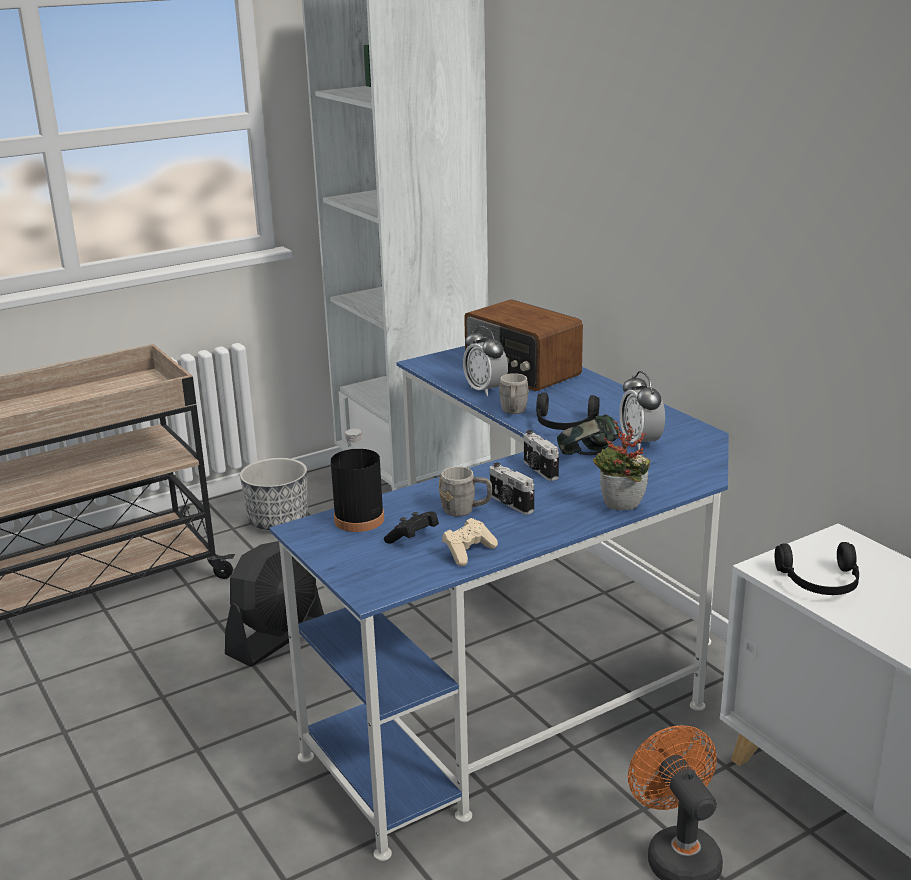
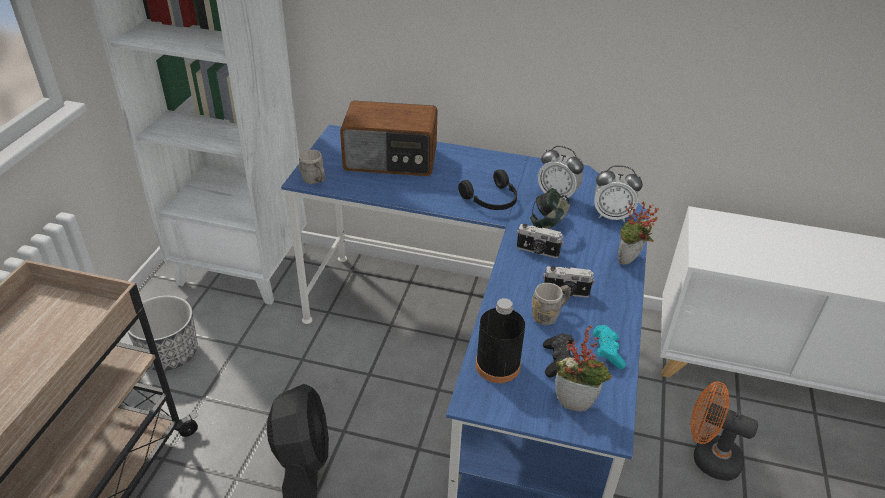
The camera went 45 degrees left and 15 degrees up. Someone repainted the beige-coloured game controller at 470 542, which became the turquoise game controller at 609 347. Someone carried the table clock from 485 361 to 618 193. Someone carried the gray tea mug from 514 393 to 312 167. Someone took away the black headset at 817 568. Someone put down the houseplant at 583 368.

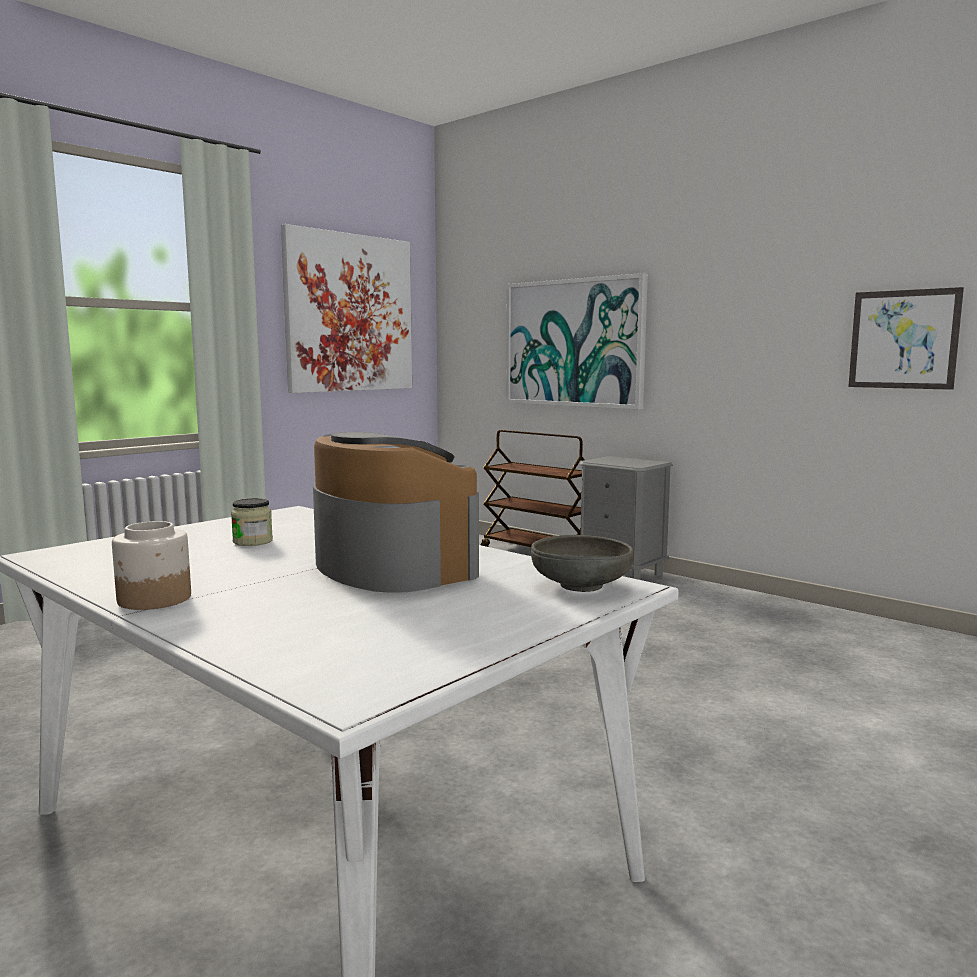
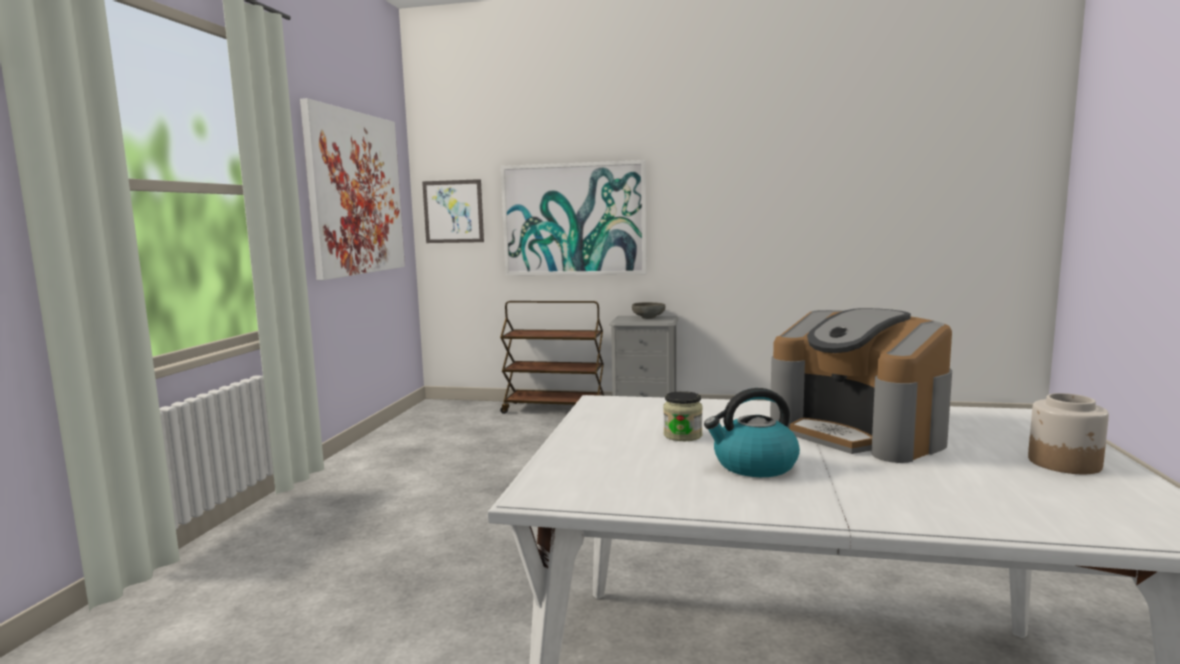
The camera went 30 degrees left and 0 degrees up. Someone carried the storage jar from 151 565 to 1068 433. Someone rotated the coffee machine at 396 512 by 150 degrees counterclockwise. Someone carried the gray serving bowl from 582 563 to 648 310. Someone carried the wall art from 906 338 to 453 211. Someone put down the water kettle at 752 432.

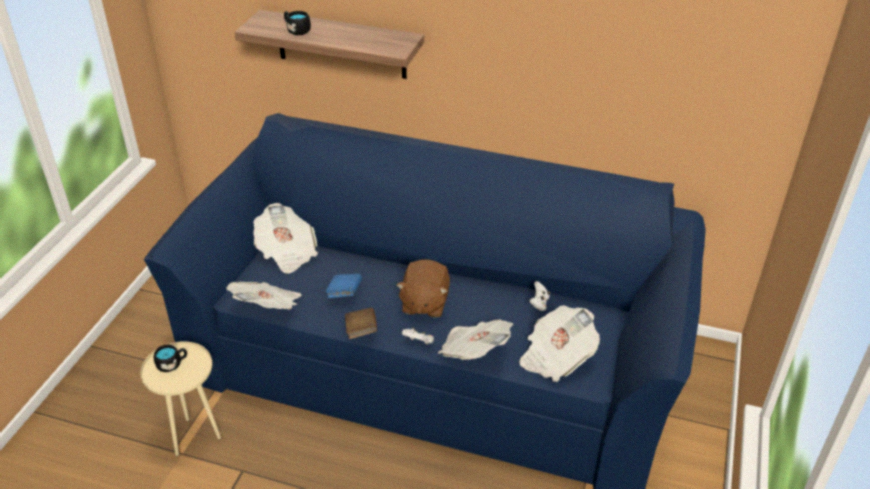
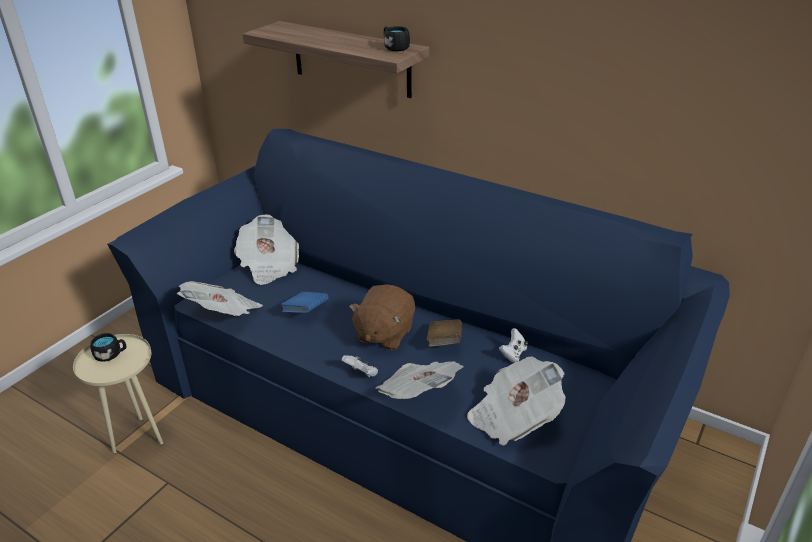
The camera went 15 degrees right and 5 degrees down. Someone carried the black tea mug from 297 23 to 397 38. Someone carried the brownish volume from 361 323 to 444 333.

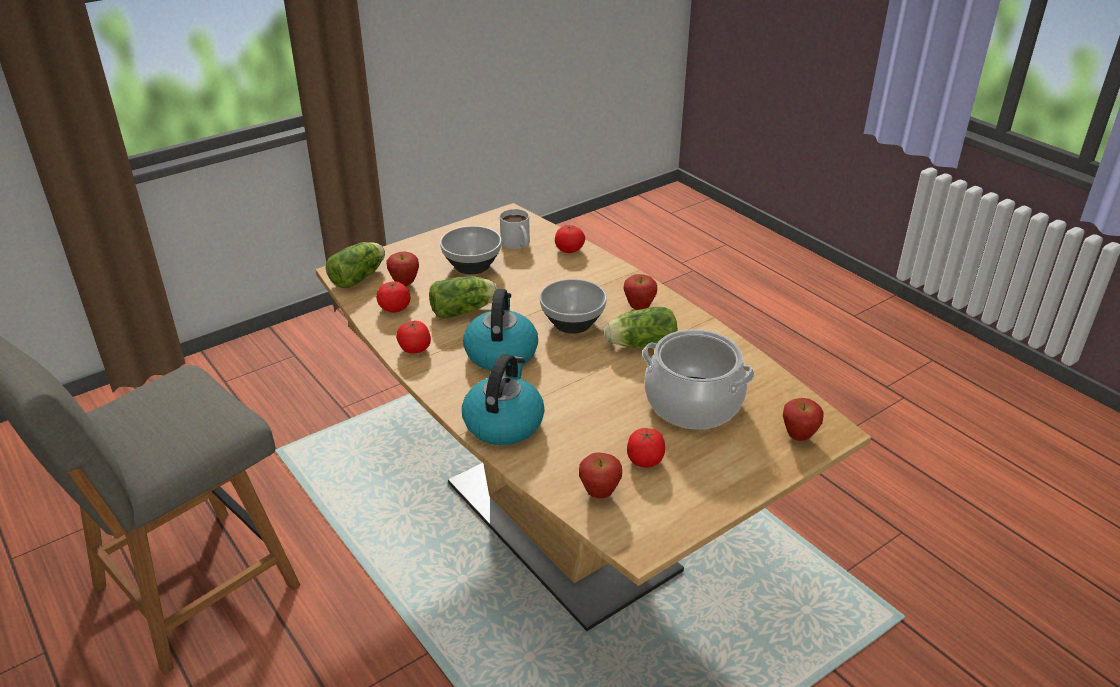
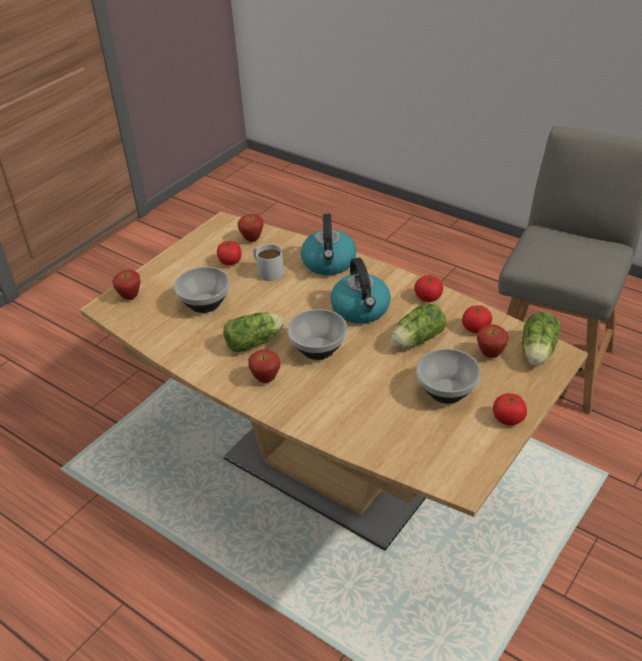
The camera went 165 degrees right and 5 degrees up. Someone carried the whitish tea mug from 515 229 to 268 262. Someone carried the tomato from 570 239 to 510 409. Someone swapped the stockpot at 698 379 for the serving bowl at 202 290.

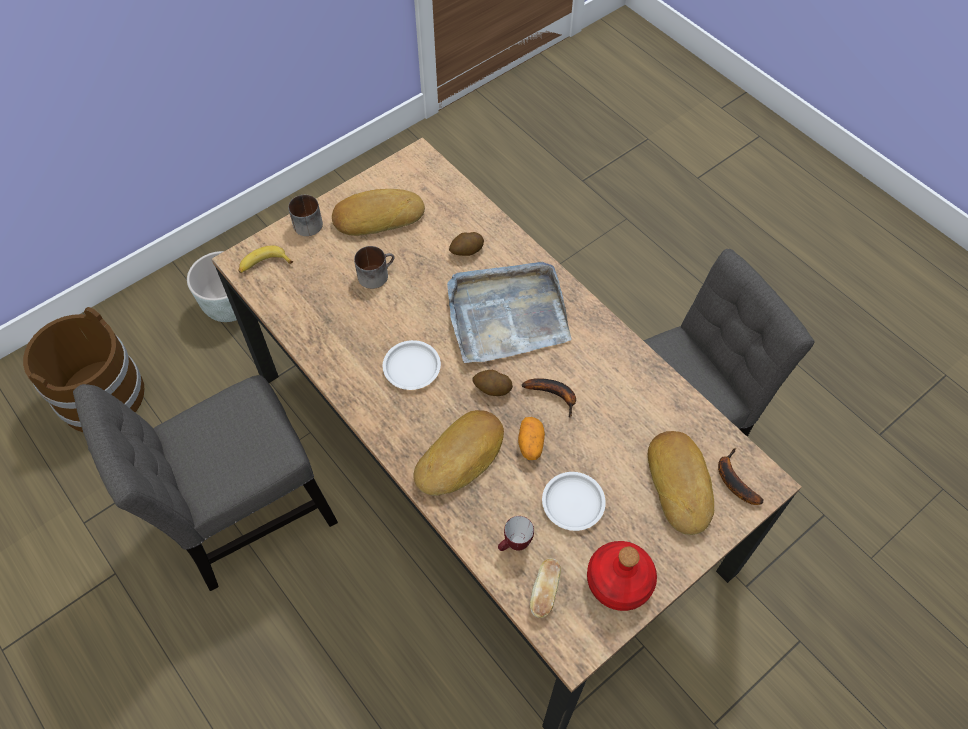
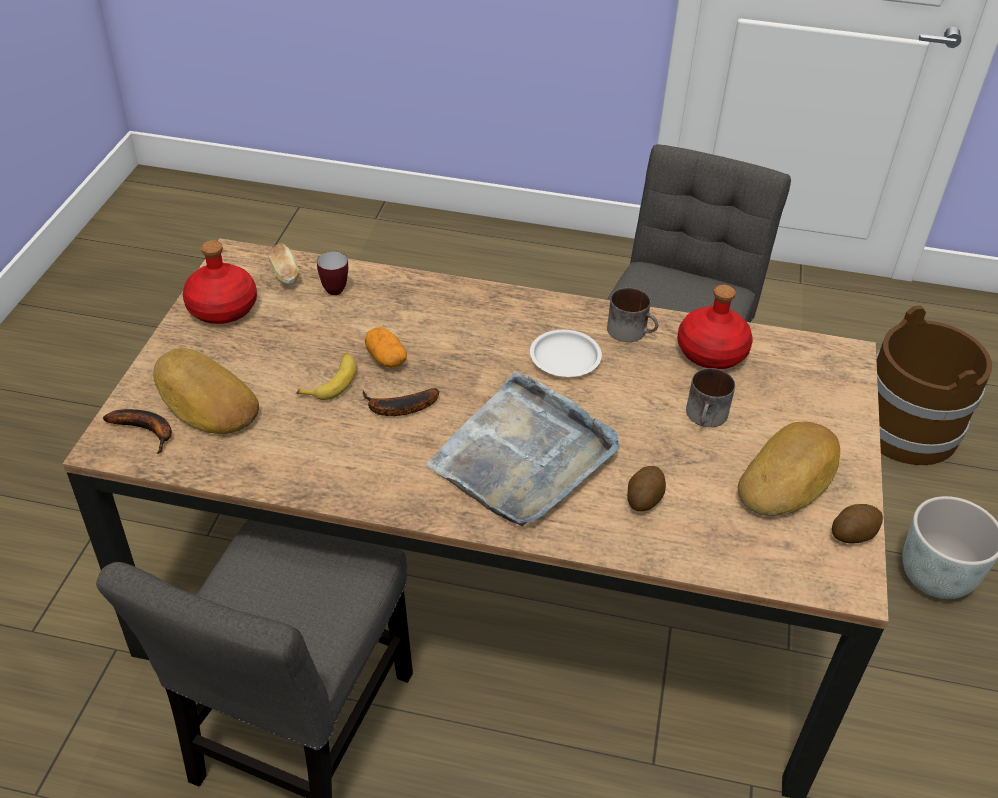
The camera went 140 degrees right and 15 degrees down. Someone carried the banana from 265 259 to 326 376. Someone carried the tea mug from 305 215 to 632 315. Someone took away the bread at 458 453. Someone carried the spud from 493 383 to 857 524. Someone took away the whitish plate at 574 501. Someone put down the reddish beverage bottle at 715 327.

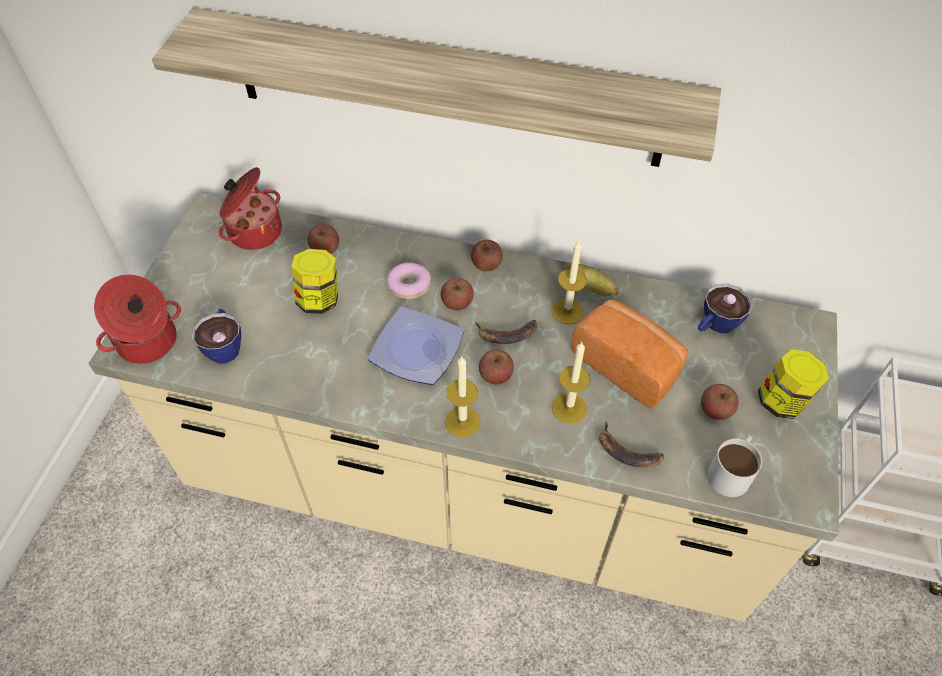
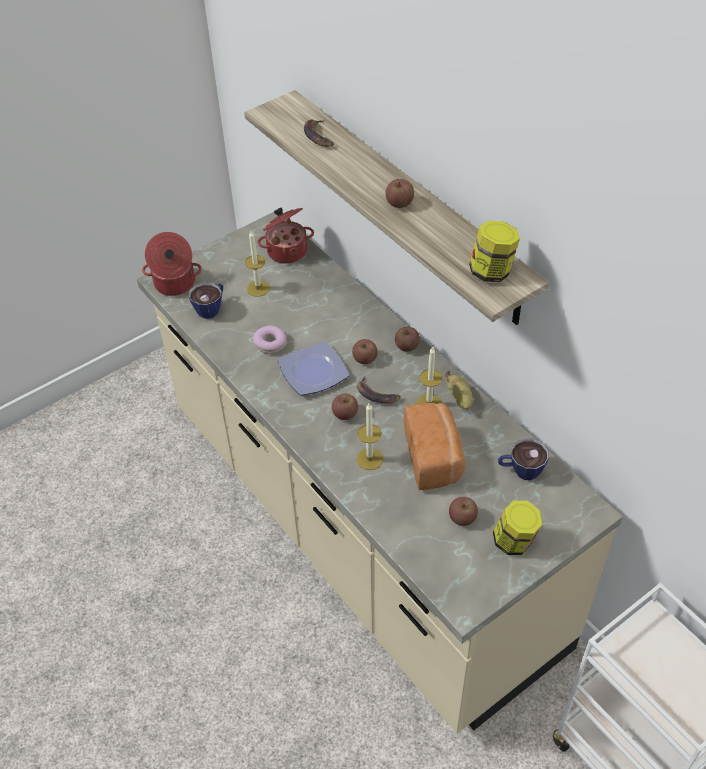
The camera went 40 degrees right and 5 degrees down. Someone carried the storage jar from 314 281 to 494 251. Someone carried the apple from 323 239 to 400 193. Someone carried the ring doughnut from 408 280 to 270 340. Someone carried the wax light from 463 397 to 257 264. Someone carried the banana from 631 444 to 319 133. Someone took away the whitish tea mug at 734 465.

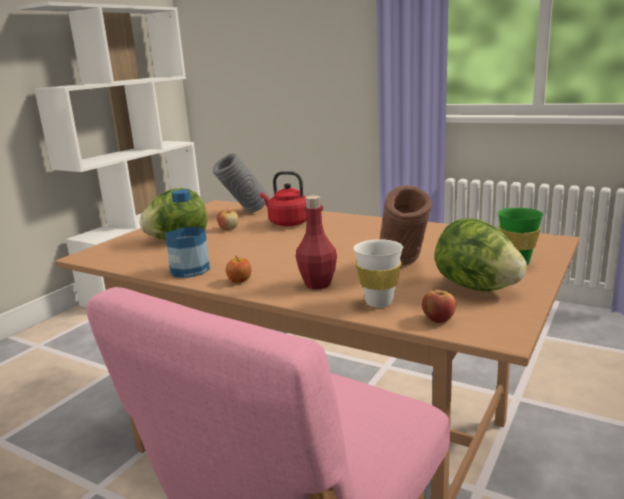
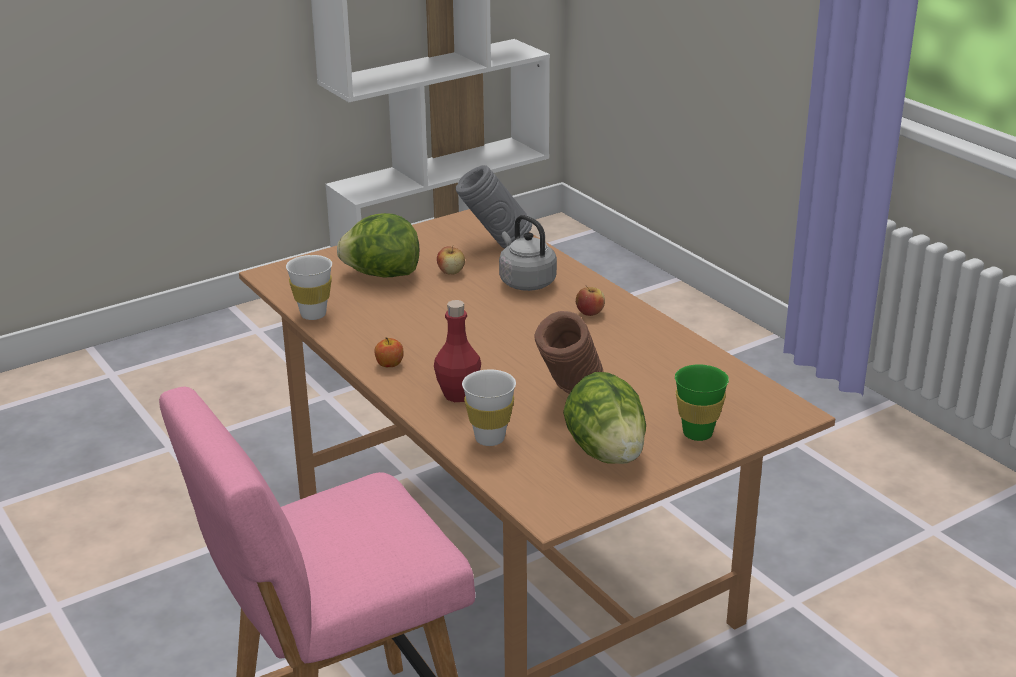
The camera went 25 degrees right and 10 degrees up. Someone took away the beverage bottle at 188 233. Someone repainted the reddish water kettle at 283 198, which became the gray water kettle at 528 253. Someone carried the apple from 439 306 to 590 301. Someone put down the whitish cup at 309 287.

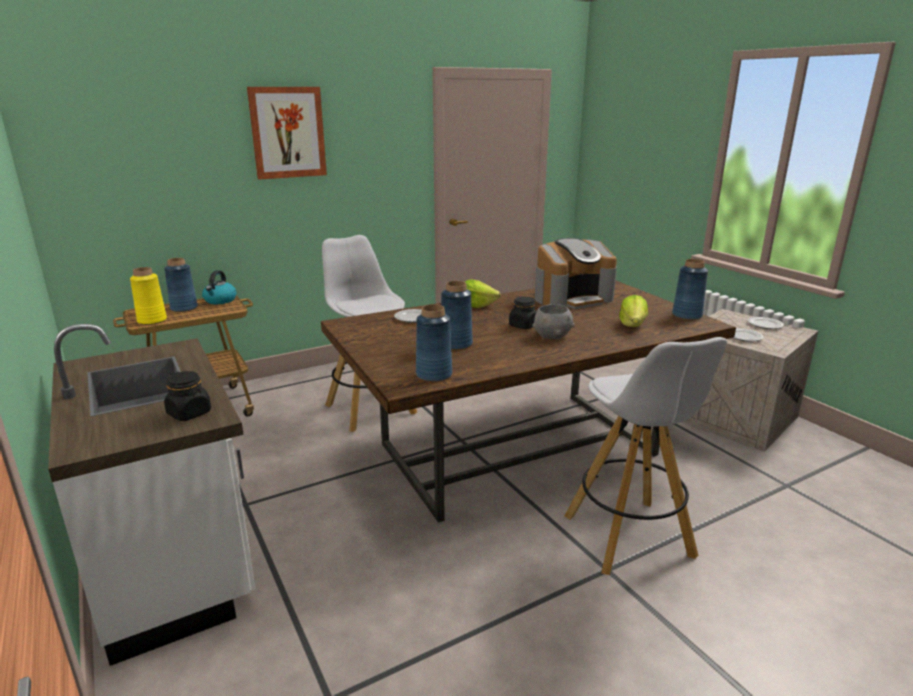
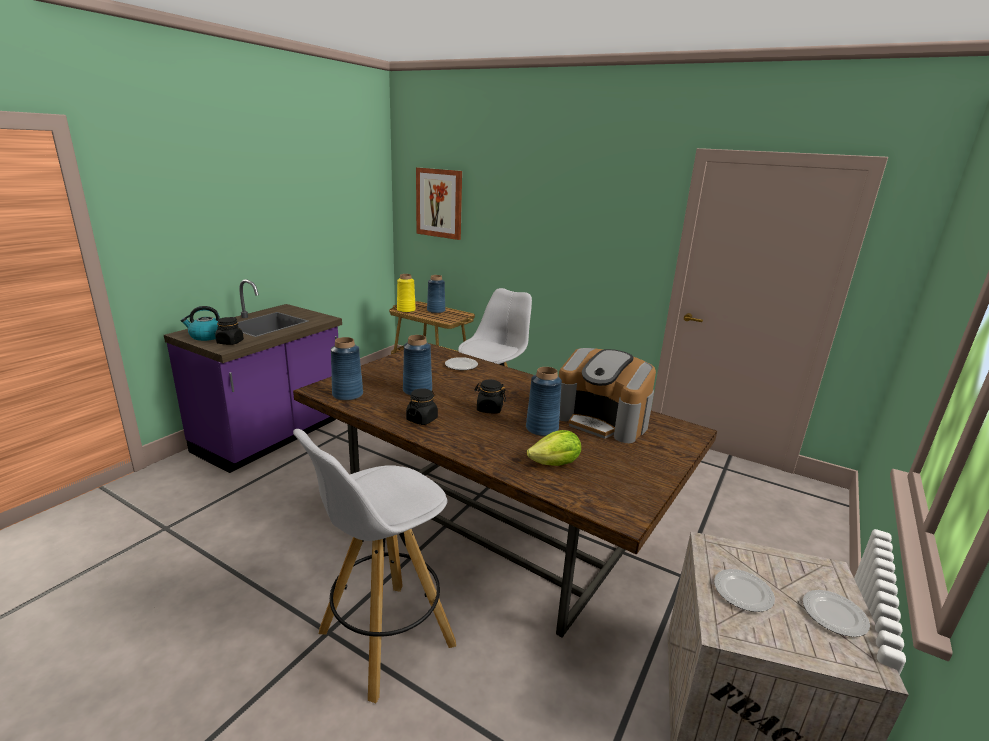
The camera went 60 degrees right and 0 degrees up. Someone repainted the whitish kitchen counter at 152 495, which became the purple kitchen counter at 253 376. Someone carried the water kettle from 219 287 to 200 323. Someone carried the wall art from 287 133 to 439 204. Someone took away the lettuce head at 483 293. Someone took away the gray serving bowl at 553 321. Someone carried the blue-coloured decorative vase from 690 289 to 544 401. Someone put down the black storage jar at 422 406.

